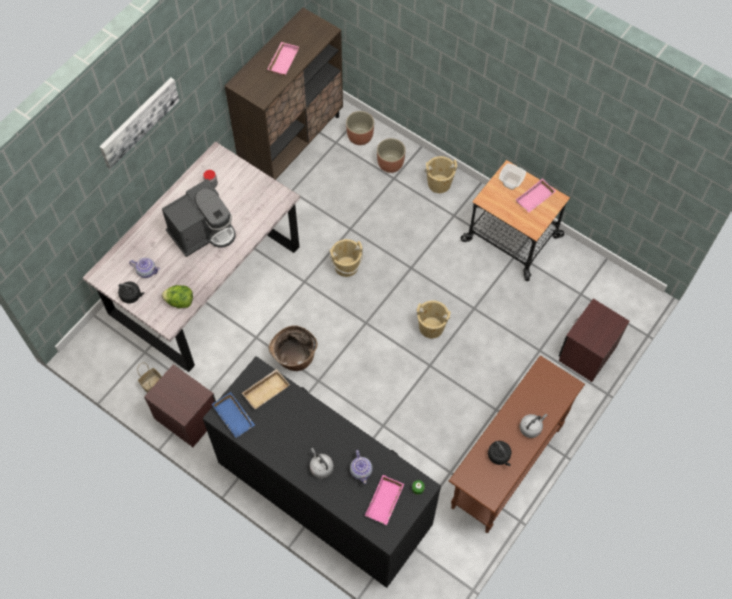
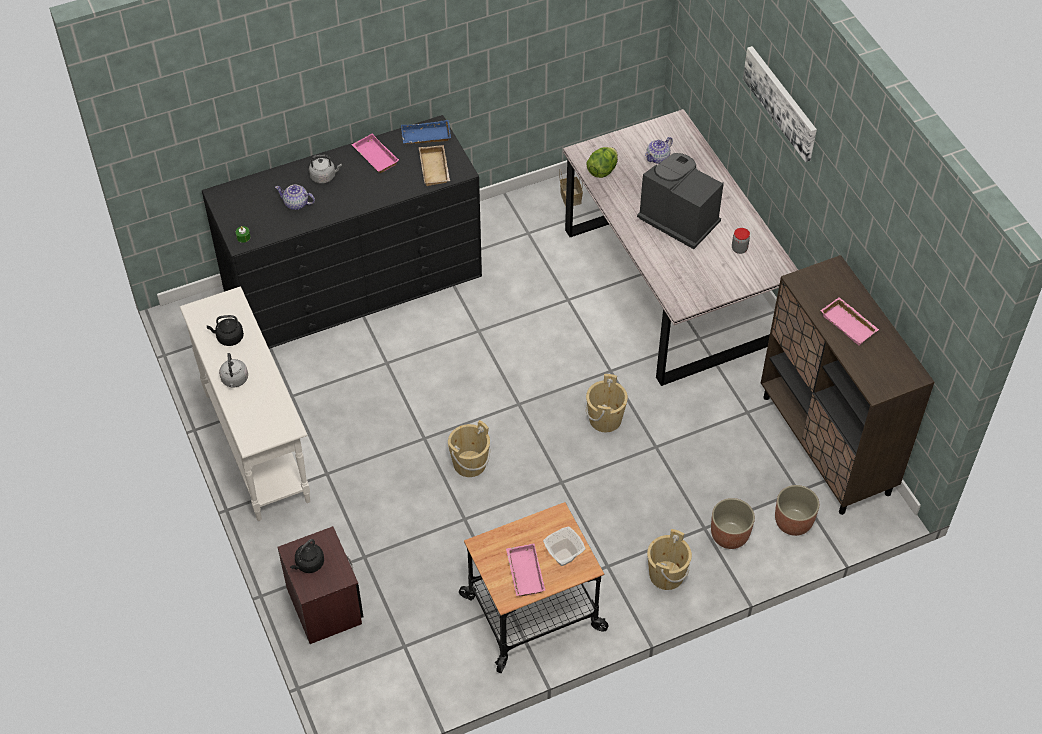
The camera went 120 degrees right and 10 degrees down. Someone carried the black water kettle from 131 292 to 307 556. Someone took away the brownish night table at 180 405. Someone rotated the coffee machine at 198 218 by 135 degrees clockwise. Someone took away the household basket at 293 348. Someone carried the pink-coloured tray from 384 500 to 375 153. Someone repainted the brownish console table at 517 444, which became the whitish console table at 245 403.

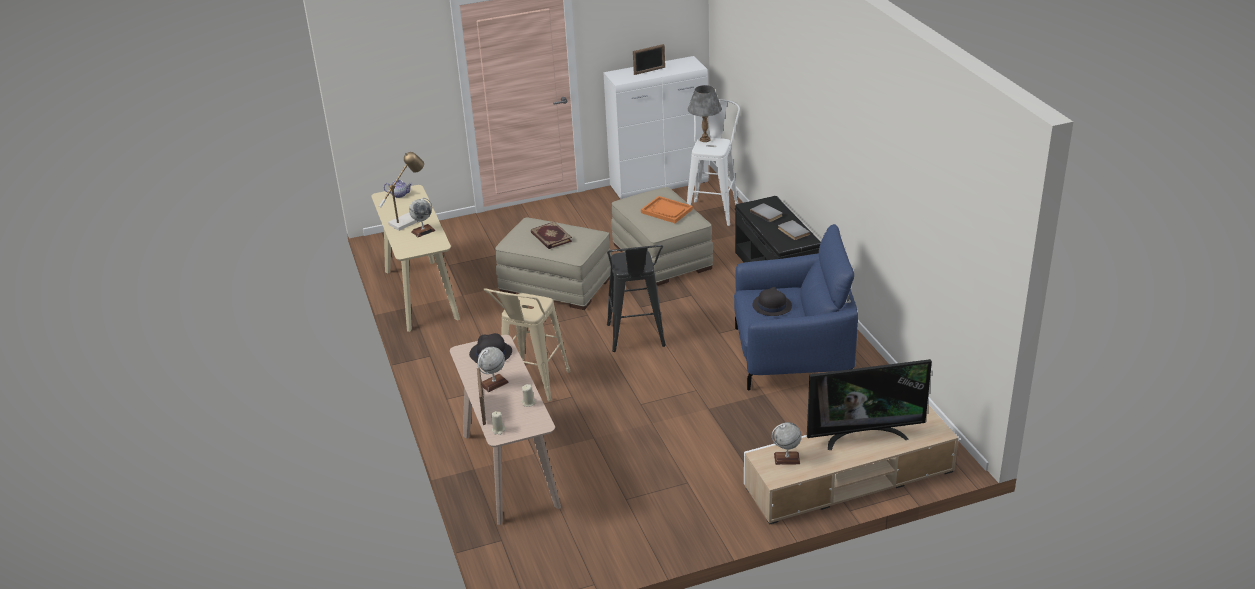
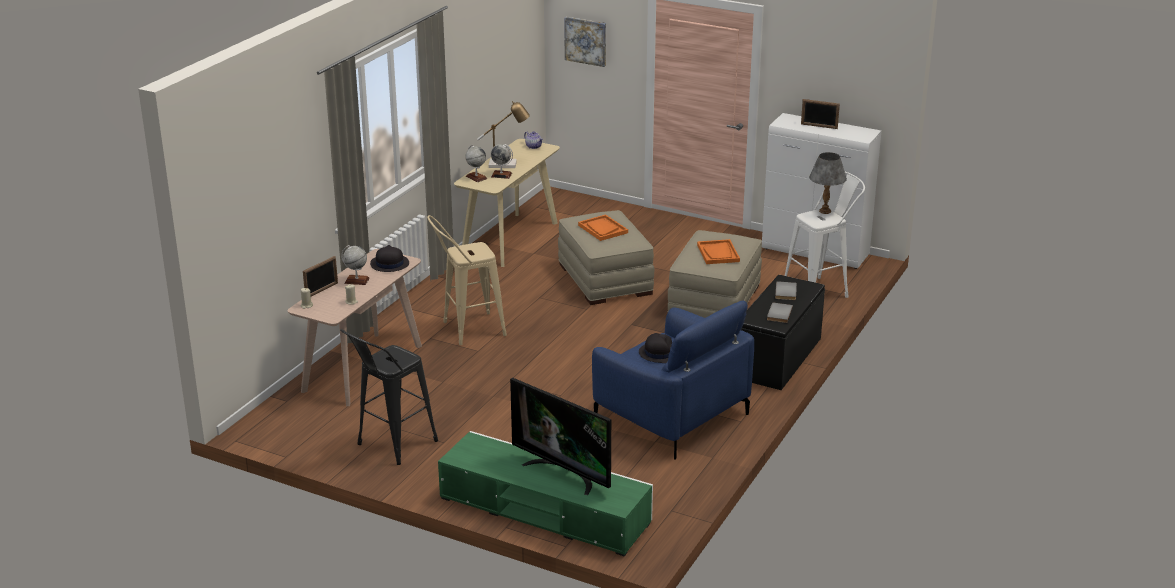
The camera went 45 degrees right and 5 degrees down. Someone swapped the volume at 551 235 for the orange tray at 603 227. Someone carried the black stool seat from 636 298 to 389 397. Someone repainted the beige-coloured tv stand at 851 464, which became the greenish tv stand at 545 493. Someone carried the world globe from 787 443 to 476 163. Someone put up the wall art at 585 42.

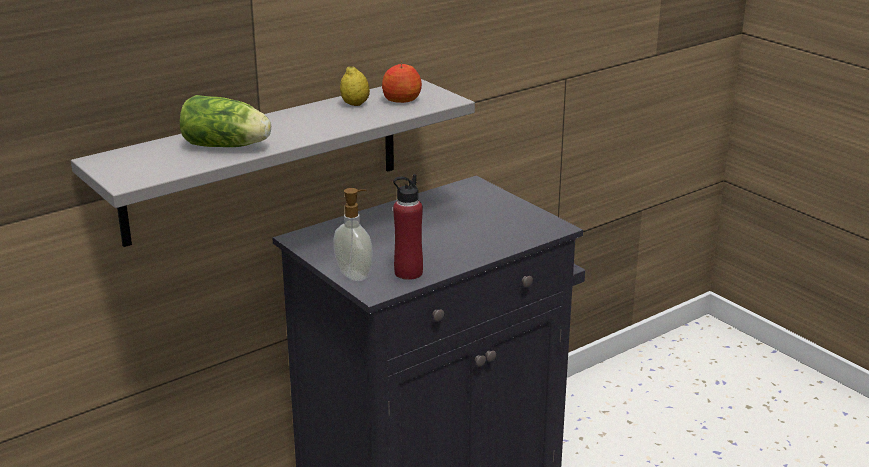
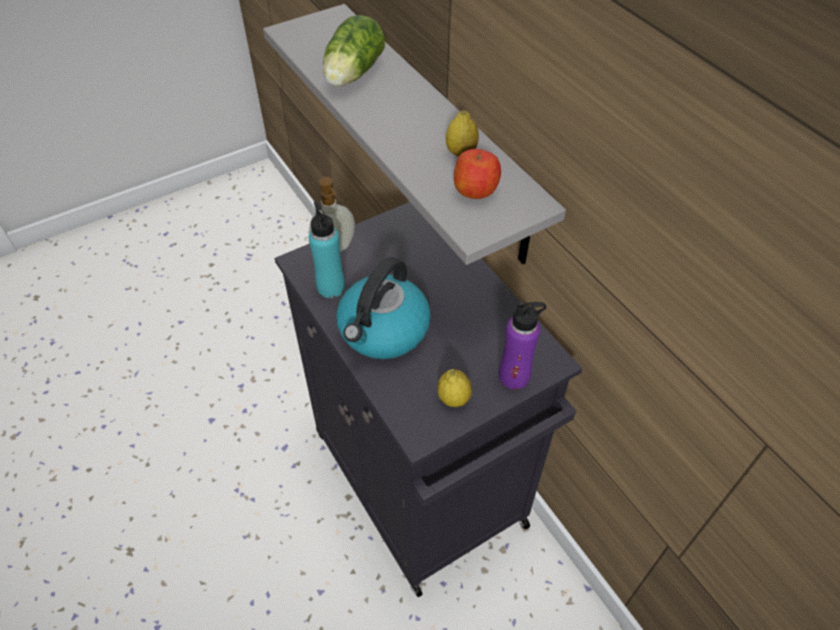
The camera went 95 degrees right and 25 degrees up. Someone repainted the reddish beverage bottle at 408 227, which became the turquoise beverage bottle at 327 249. Someone put down the water kettle at 383 308. Someone put down the whole lemon at 455 388. Someone put down the purple beverage bottle at 522 346.

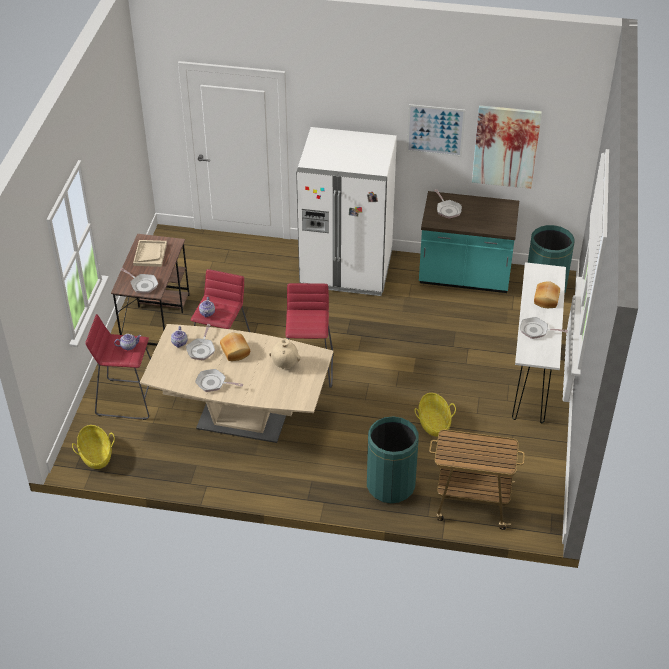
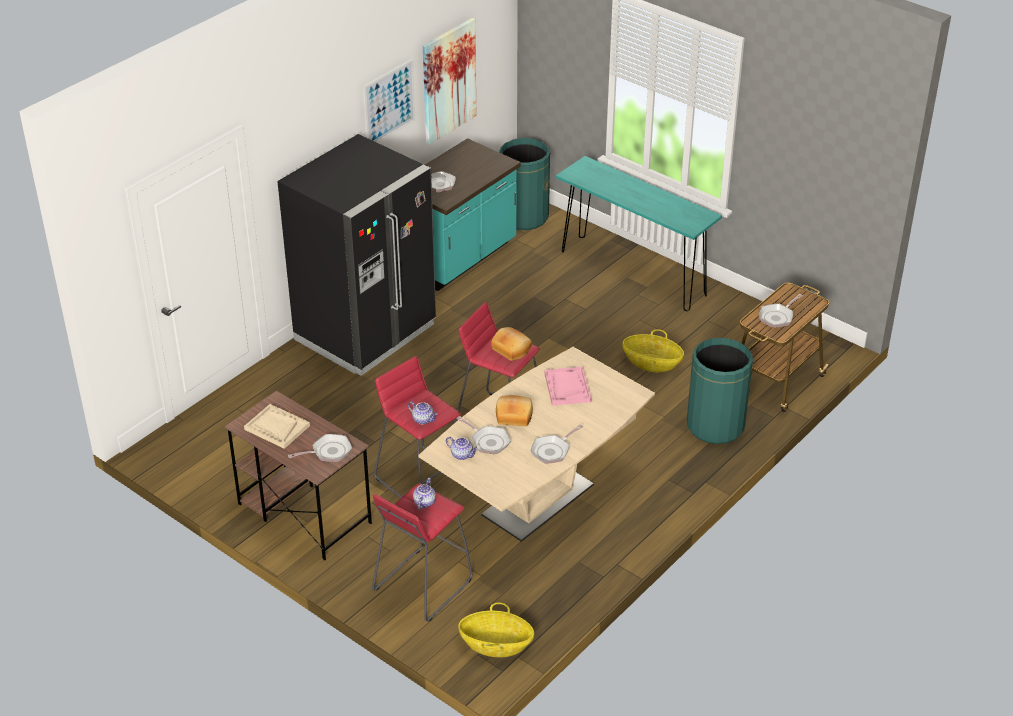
The camera went 60 degrees left and 5 degrees down. Someone swapped the beige-coloured decorative vase at 285 353 for the pink-coloured tray at 567 386. Someone repainted the whitish kitchen fridge at 346 211, which became the black kitchen fridge at 356 255. Someone repainted the whitish console table at 539 342, which became the turquoise console table at 639 233. Someone carried the frying pan from 544 328 to 781 311. Someone carried the bread from 547 294 to 511 344.

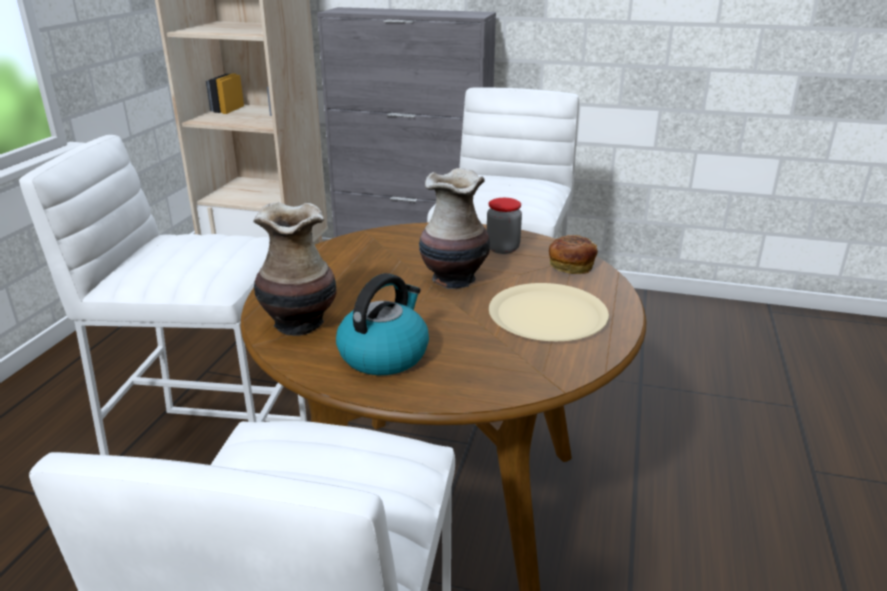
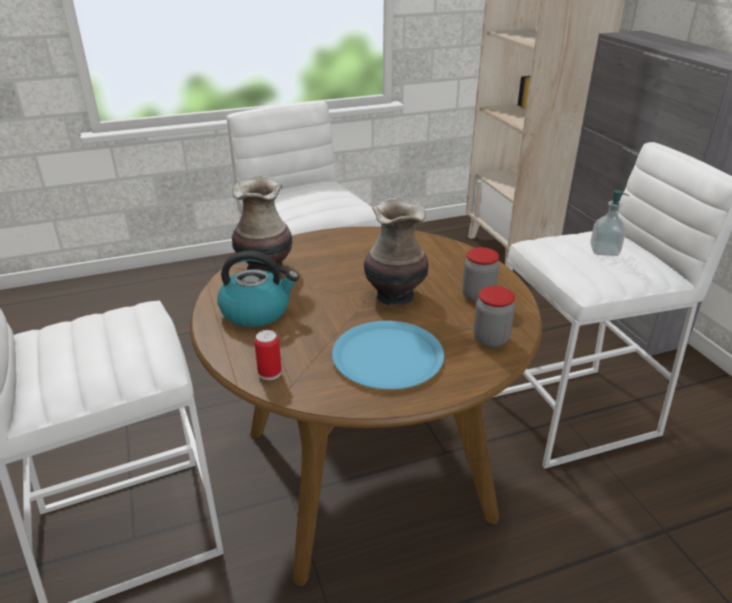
The camera went 55 degrees right and 5 degrees up. Someone repainted the beige-coloured plate at 549 312, which became the blue-coloured plate at 388 355. Someone swapped the bread at 573 254 for the storage jar at 494 316. Someone put down the can at 268 355. Someone put down the soap dispenser at 609 223.

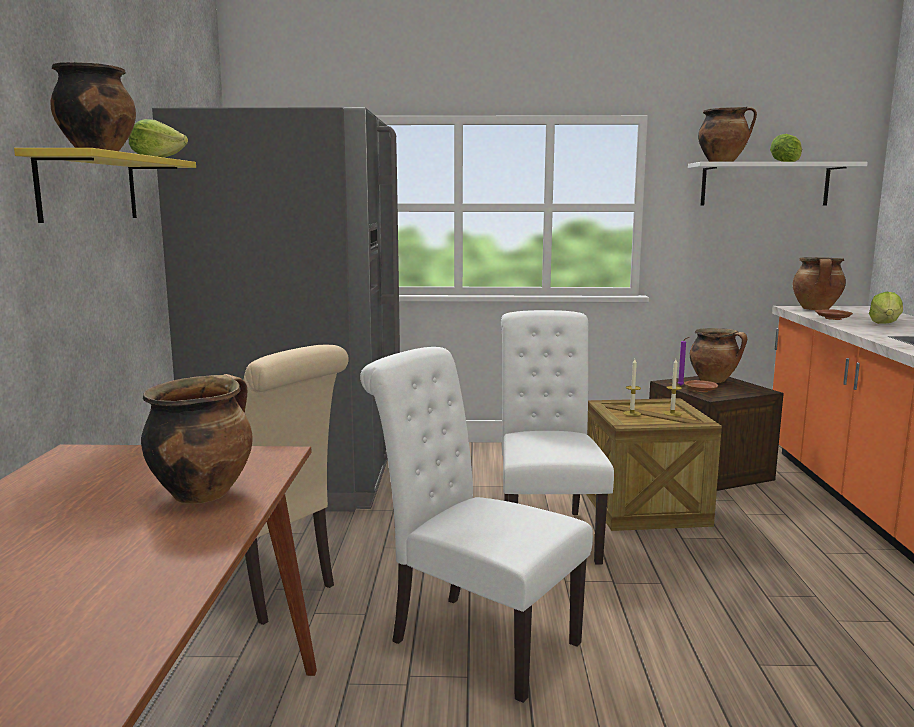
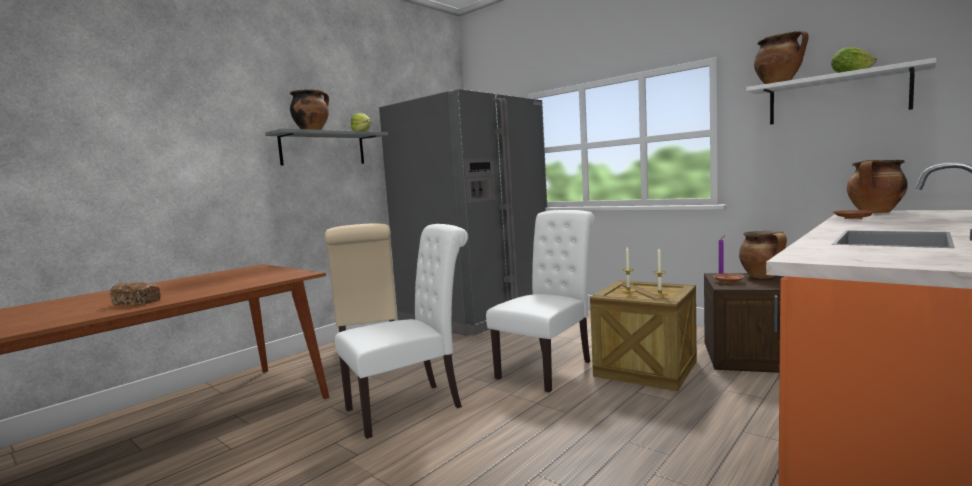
The camera went 40 degrees right and 5 degrees down. Someone repainted the yellow-coloured bracket shelf at 105 185, which became the gray bracket shelf at 326 147. Someone took away the stockpot at 196 439. Someone rotated the whitish chair at 476 525 by 75 degrees clockwise. Someone took away the lettuce head at 886 308. Someone put down the bread at 135 293.

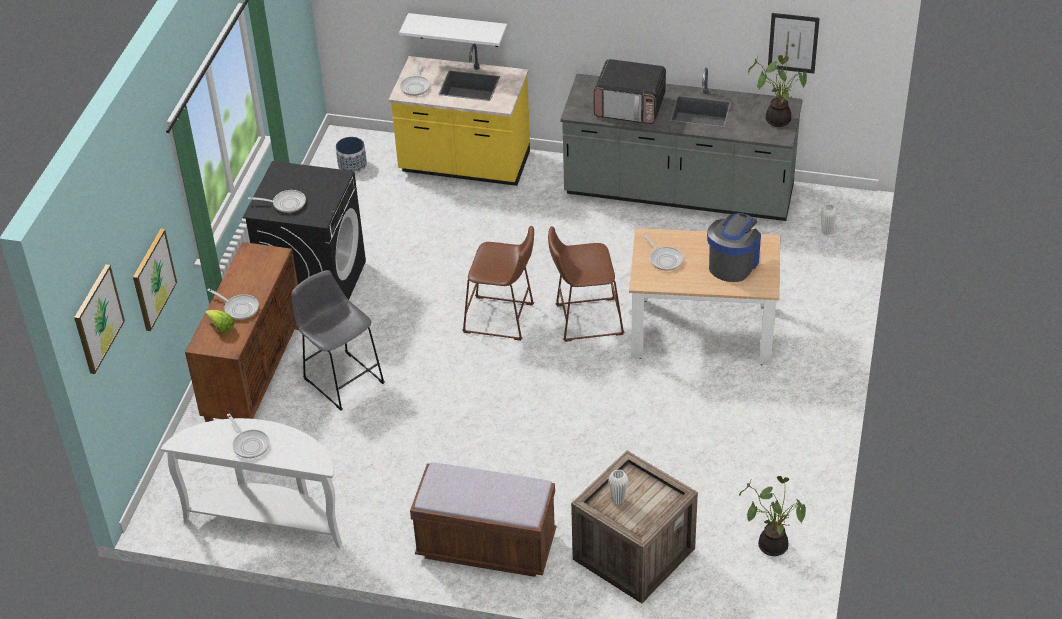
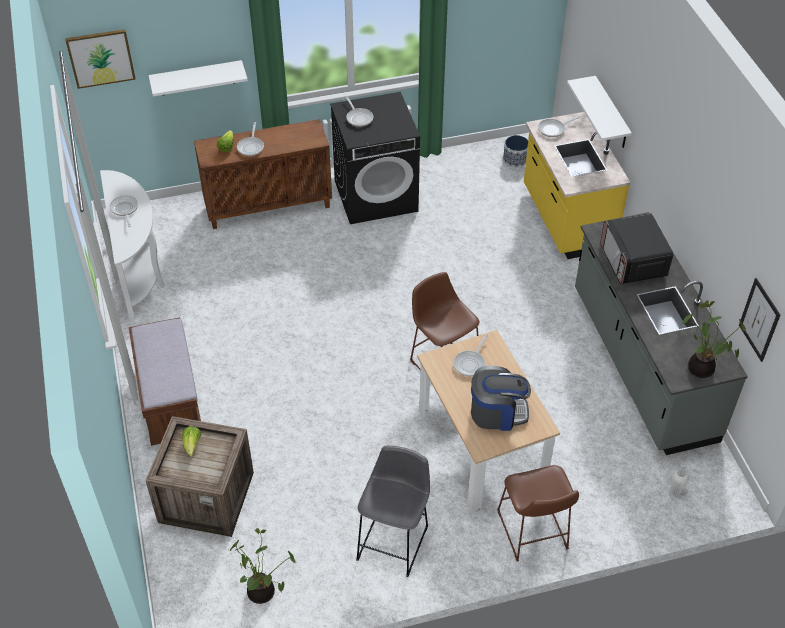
The camera went 60 degrees right and 5 degrees up. Someone swapped the wall art at 155 280 for the whitish bracket shelf at 198 78. Someone rotated the frying pan at 248 435 by 135 degrees clockwise. Someone carried the gray stool seat from 338 340 to 393 511. Someone carried the brownish stool seat from 498 283 to 538 513. Someone swapped the whitish decorative vase at 618 487 for the lettuce head at 191 441.

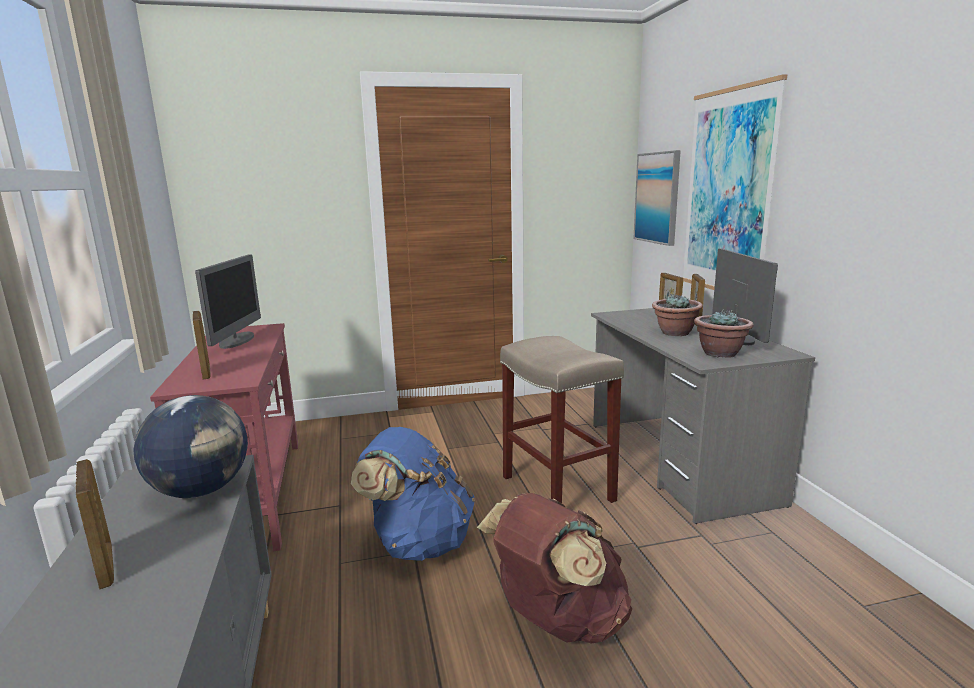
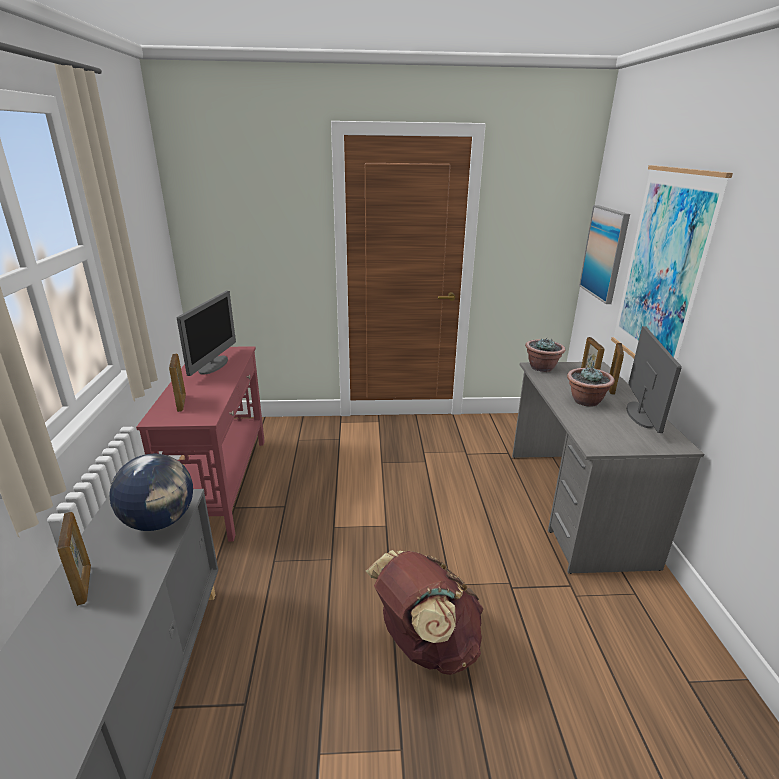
The camera went 10 degrees right and 10 degrees up. Someone took away the blue-coloured rucksack at 413 494. Someone took away the beige-coloured stool seat at 562 419. Someone carried the houseplant from 724 333 to 545 354.

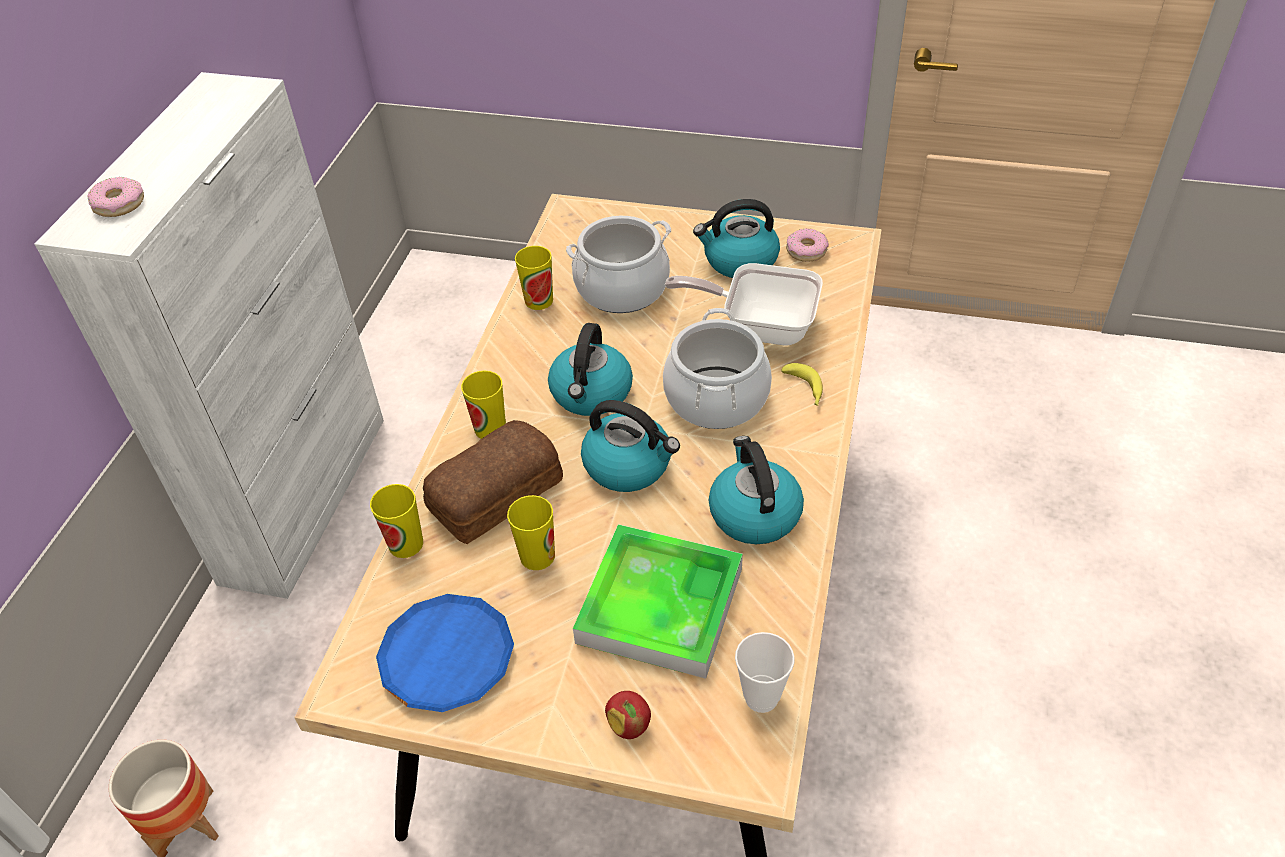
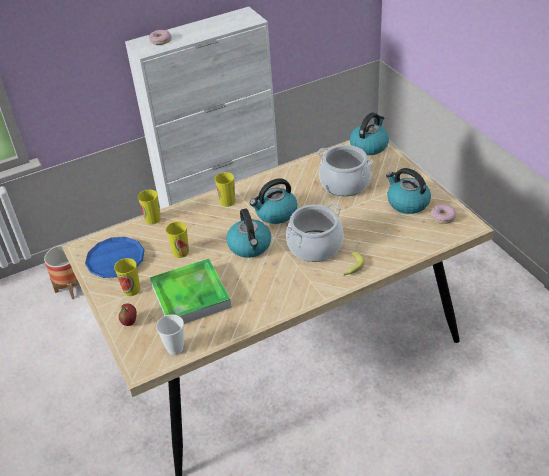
The camera went 50 degrees right and 5 degrees down. Someone took away the bread at 493 482. Someone carried the cup from 534 278 to 127 277. Someone took away the frying pan at 744 304. Someone carried the water kettle from 756 490 to 369 133.

